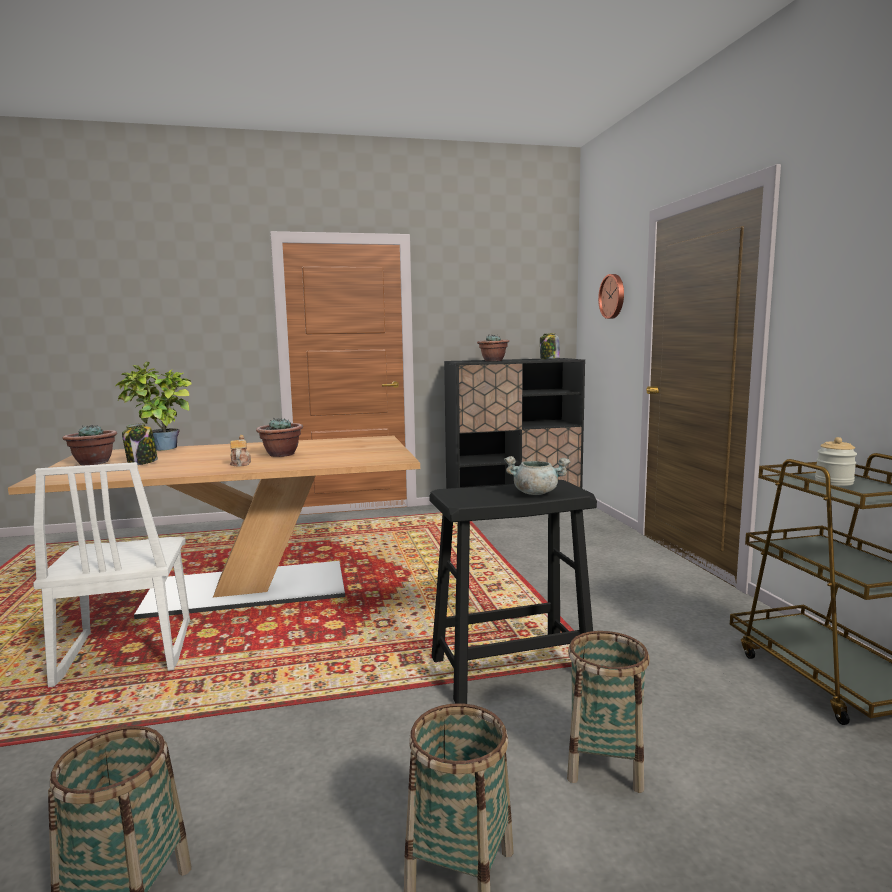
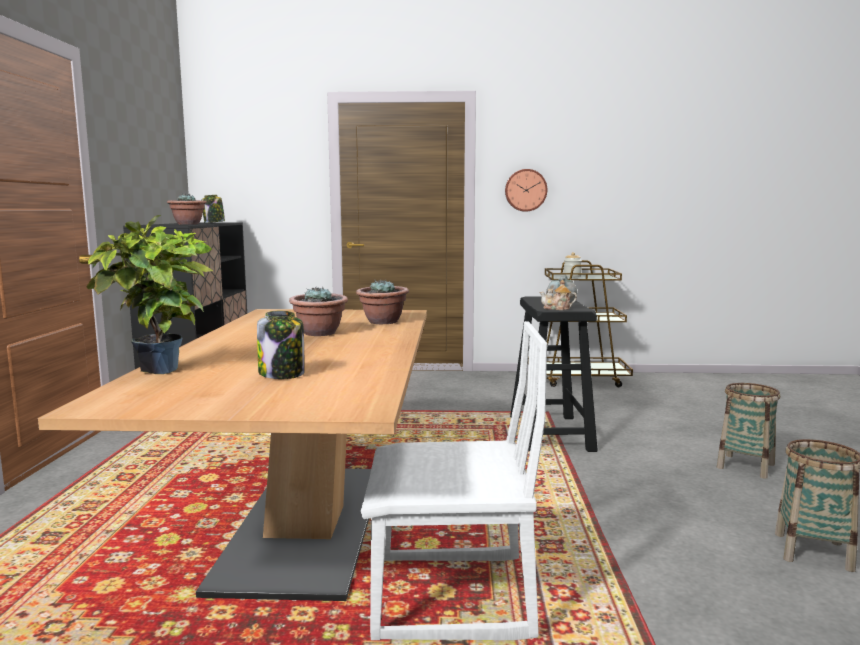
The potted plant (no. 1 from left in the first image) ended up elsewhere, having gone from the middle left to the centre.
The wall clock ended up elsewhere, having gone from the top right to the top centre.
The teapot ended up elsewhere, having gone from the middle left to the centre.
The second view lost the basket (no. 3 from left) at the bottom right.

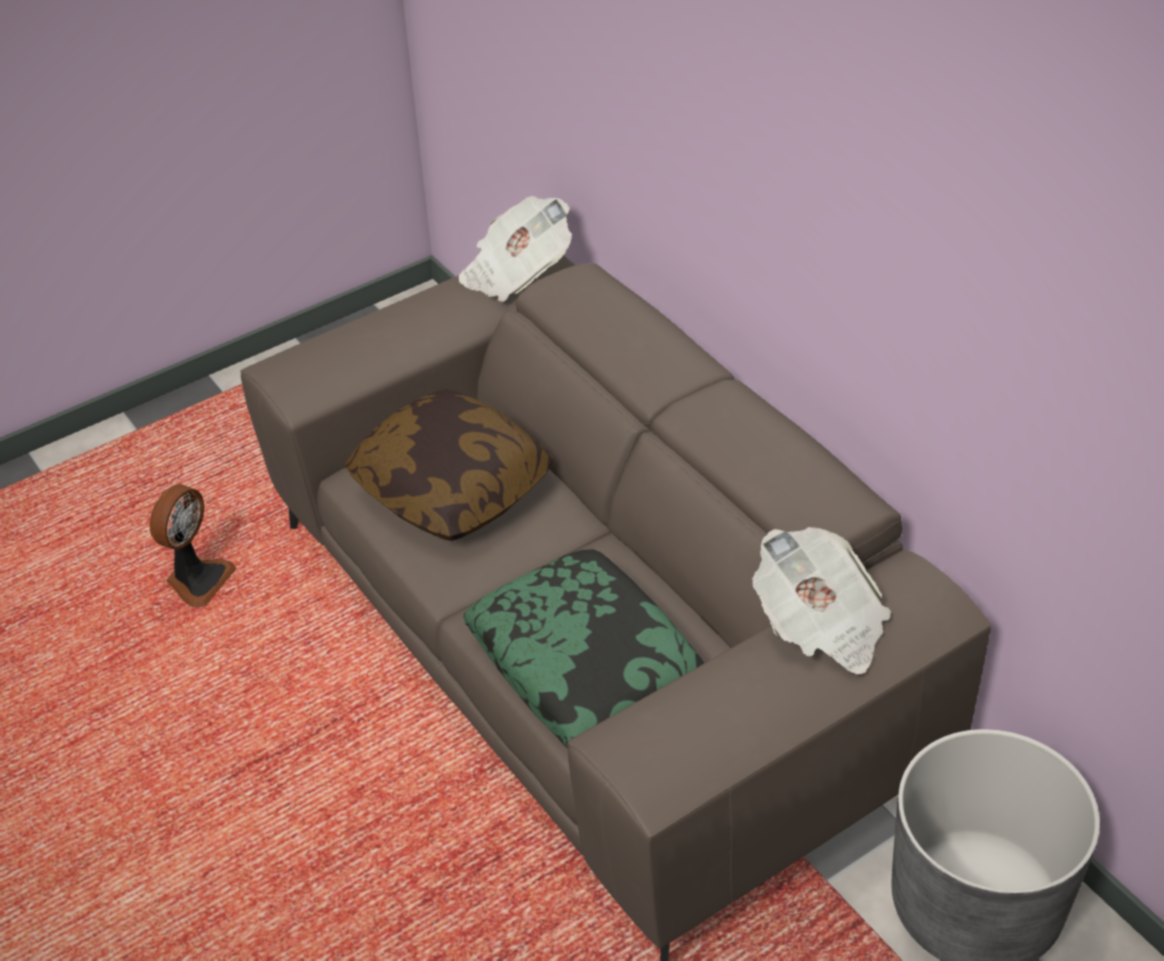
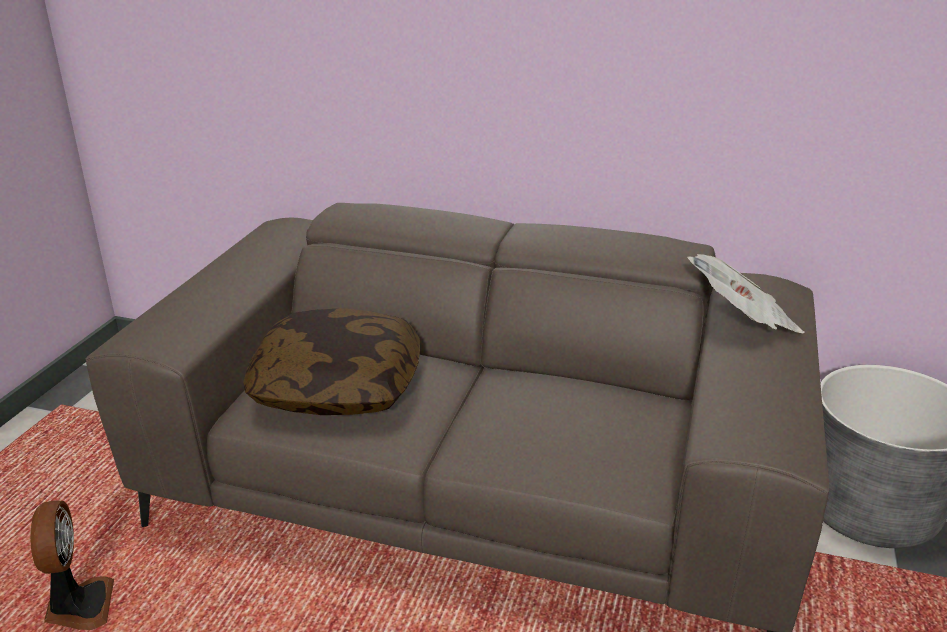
The second view lost the newspaper (no. 1 from left) at the top centre.
The second view lost the pillow (no. 2 from left) at the bottom centre.

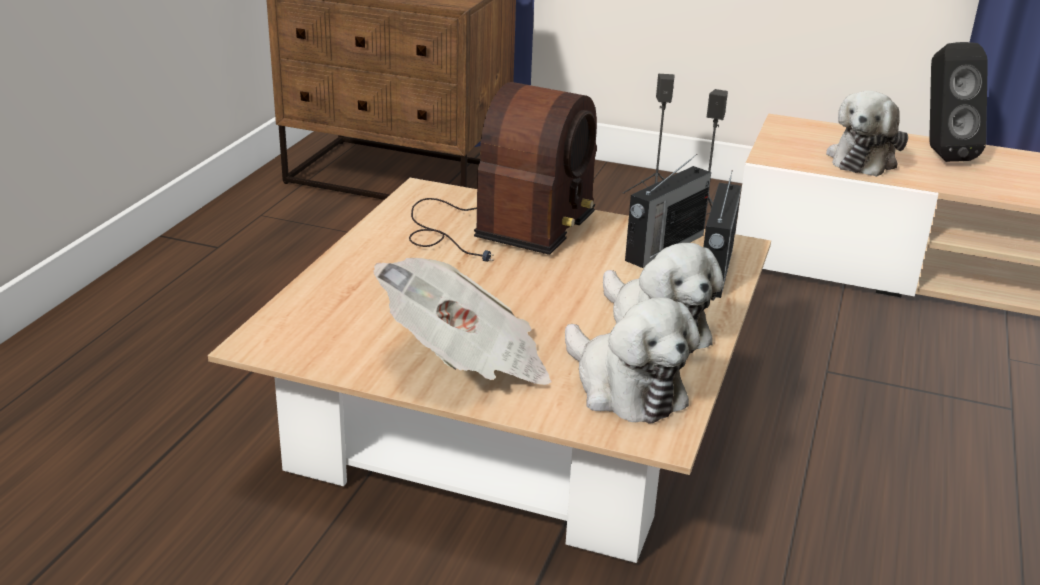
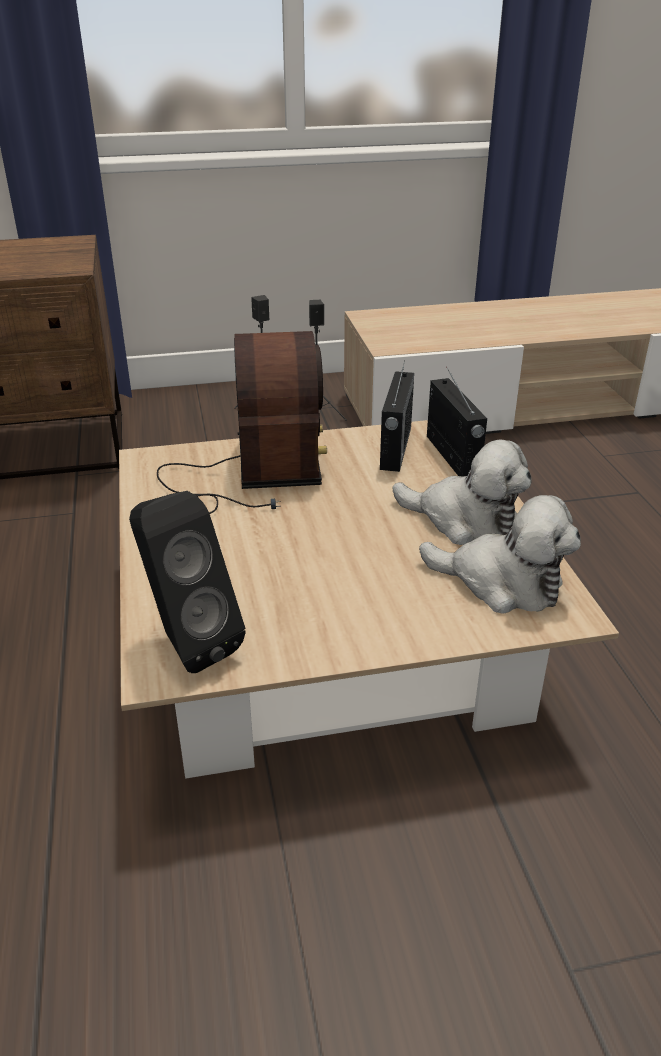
The speaker in black (no. 3 from left in the first image) ended up elsewhere, having gone from the top right to the middle left.
The second view lost the newspaper at the centre.
The second view lost the plush toy (no. 3 from left) at the top right.

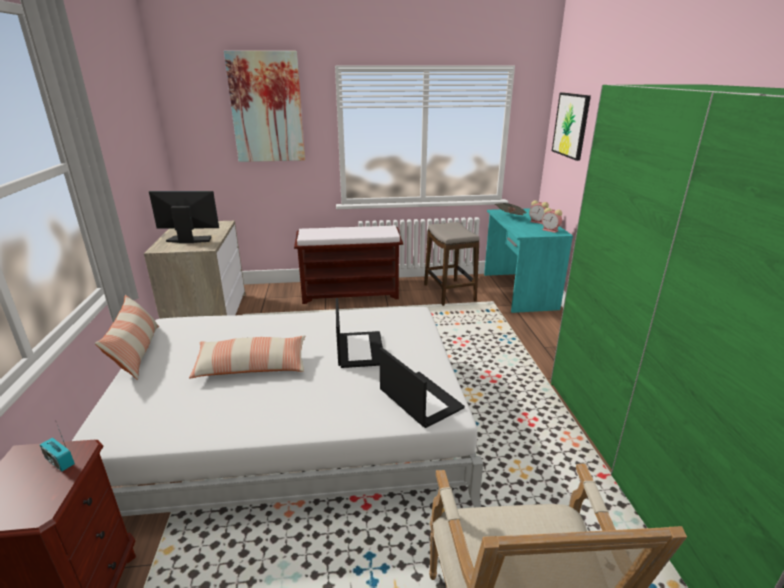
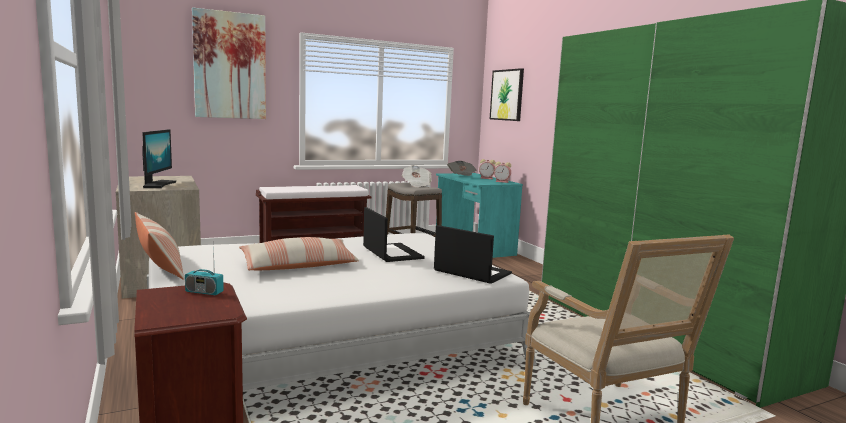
The monitor at the middle left ended up facing another way, 105 degrees clockwise from before.
The second view gained the newspaper (no. 1 from left) at the centre.

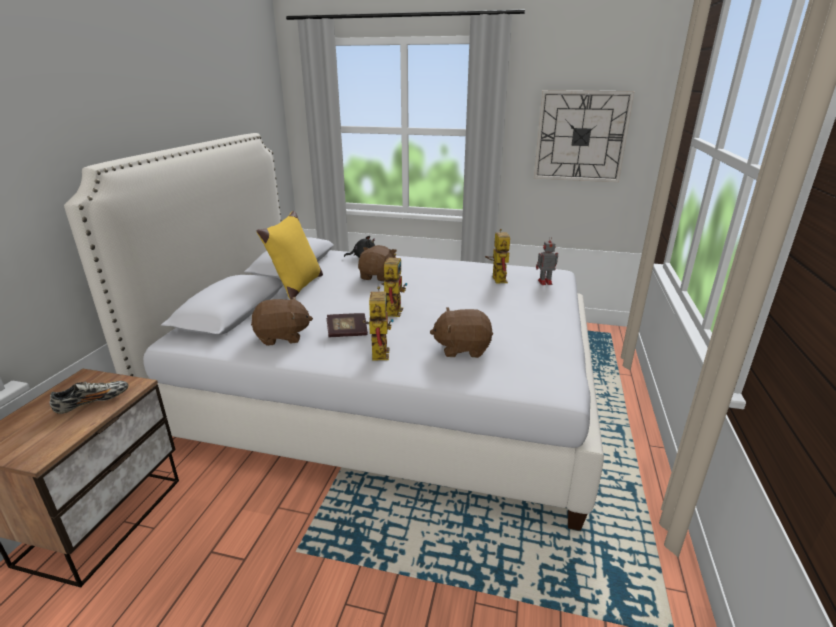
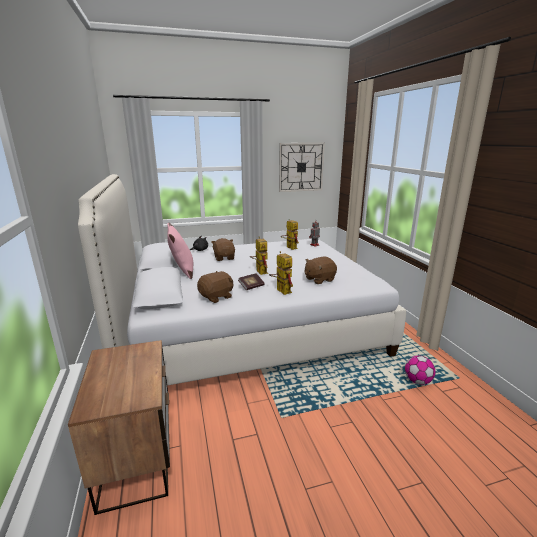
What was the pillow in yellow at the centre turned into the pillow in pink at the centre.
The second view gained the football at the bottom right.
The second view lost the shoe at the middle left.

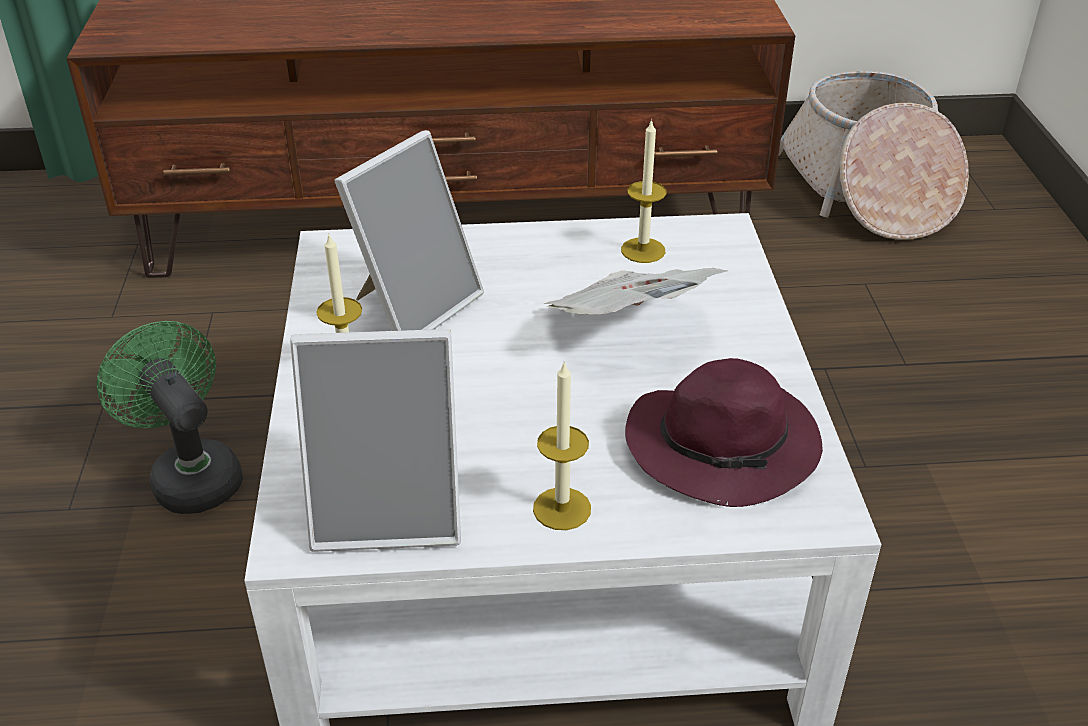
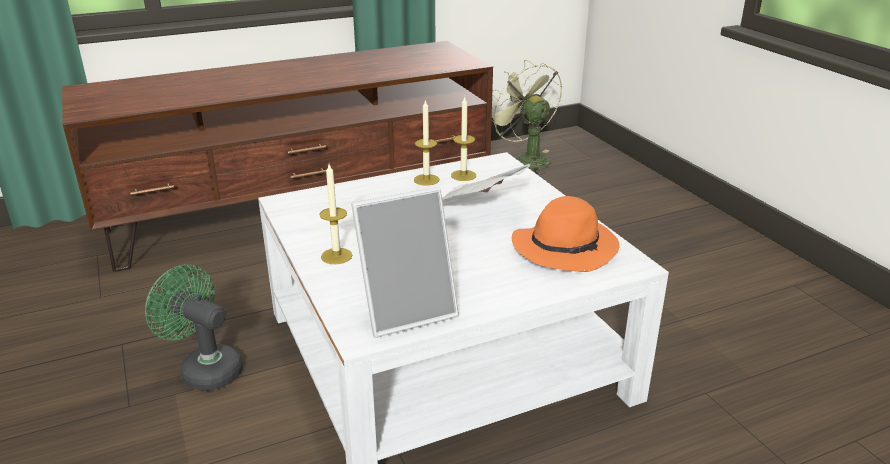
The candle (no. 2 from left) ended up elsewhere, having gone from the centre to the top centre.
Where the basket stood at the top right, the fan in green (no. 2 from left) came to stand at the top centre.
What was the hat in purple at the centre turned into the hat in orange at the centre.
The second view lost the picture frame (no. 2 from left) at the top centre.

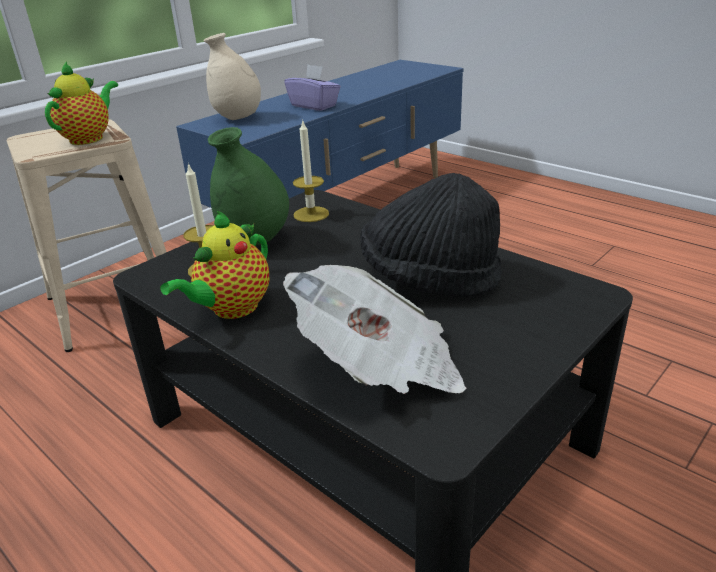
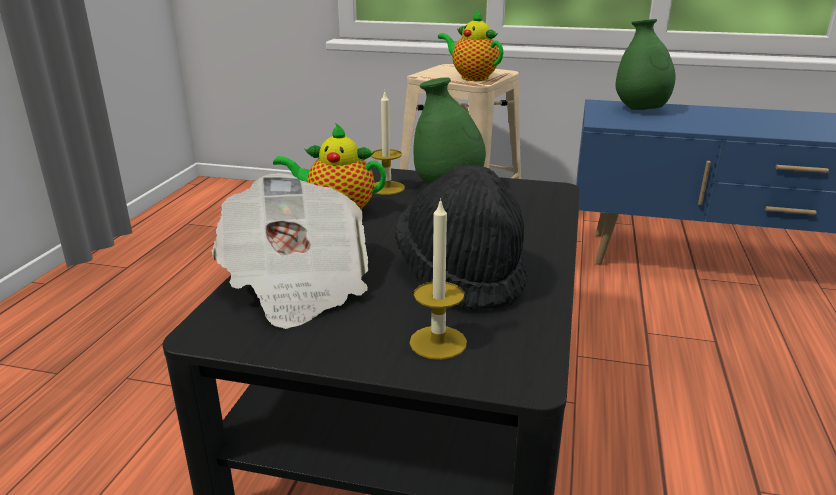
The candle (no. 2 from left) ended up elsewhere, having gone from the top centre to the centre.
The teapot (no. 1 from left in the first image) at the top left ended up facing another way, 135 degrees counterclockwise from before.
What was the vase in beige at the top left turned into the vase in green (no. 2 from left) at the top right.
The second view lost the tissue box in purple at the top centre.

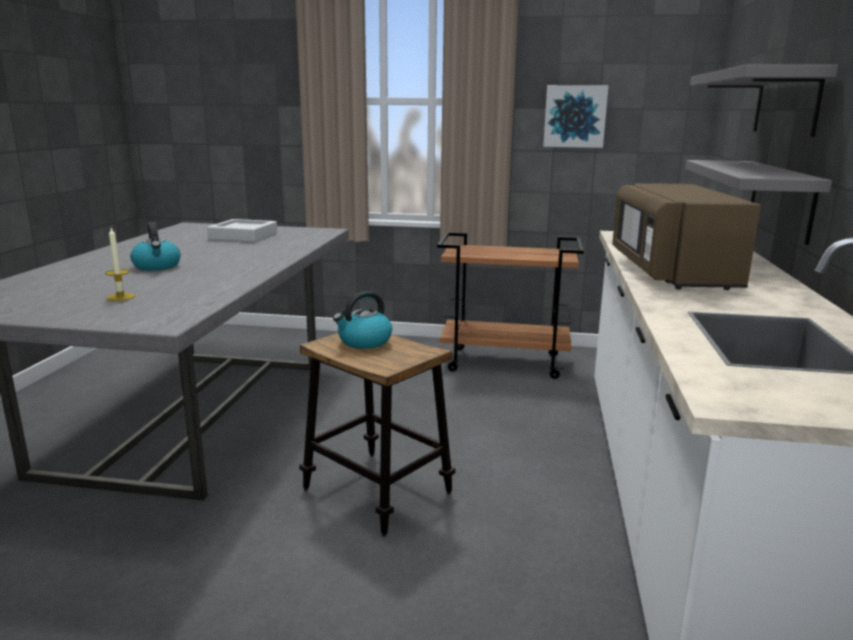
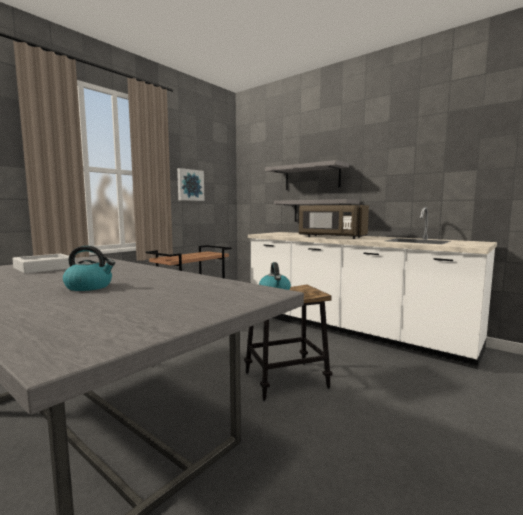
The second view lost the candle at the middle left.

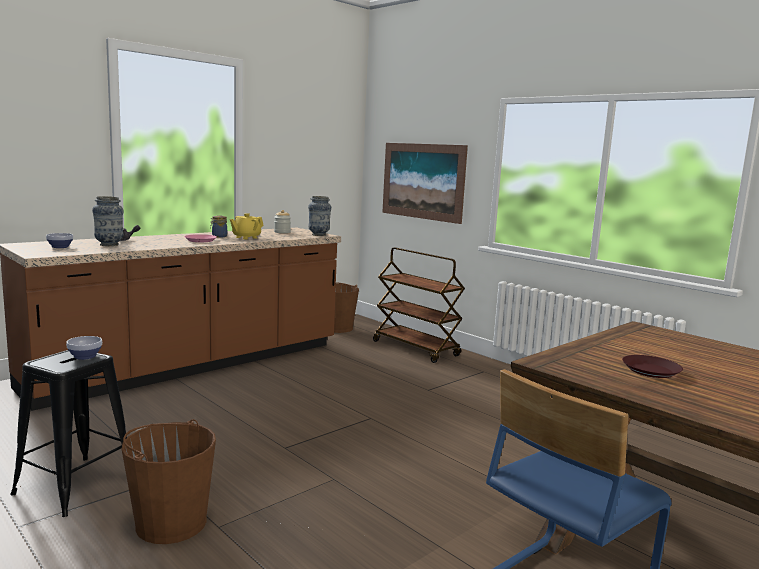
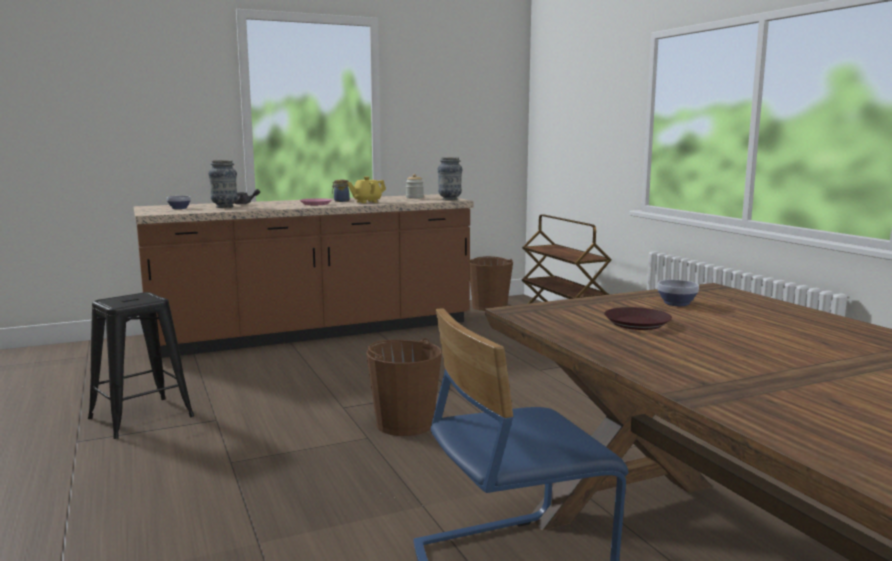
The bucket in brown (no. 1 from left) ended up elsewhere, having gone from the bottom left to the bottom centre.
The bowl (no. 2 from left) ended up elsewhere, having gone from the middle left to the middle right.
The second view lost the picture at the top centre.

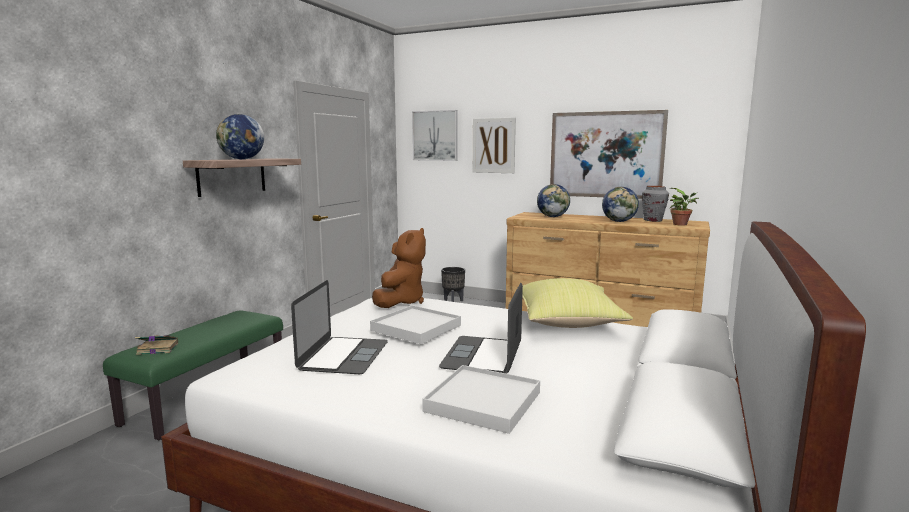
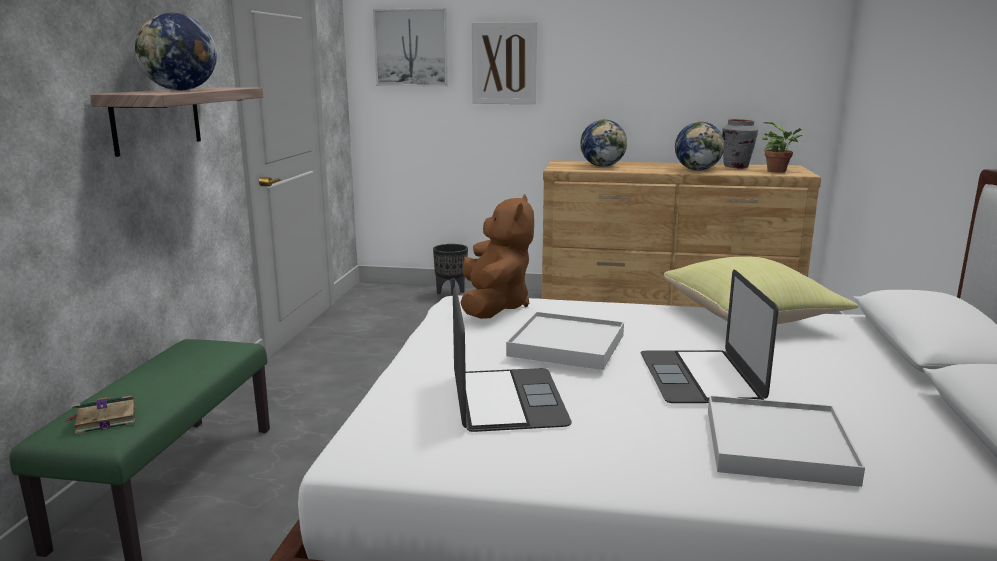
The second view lost the picture (no. 3 from left) at the top right.

